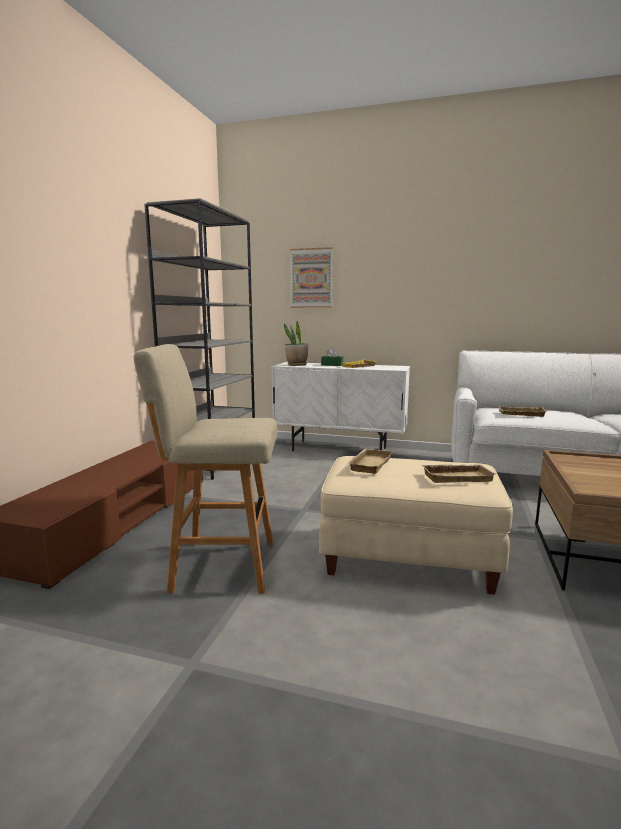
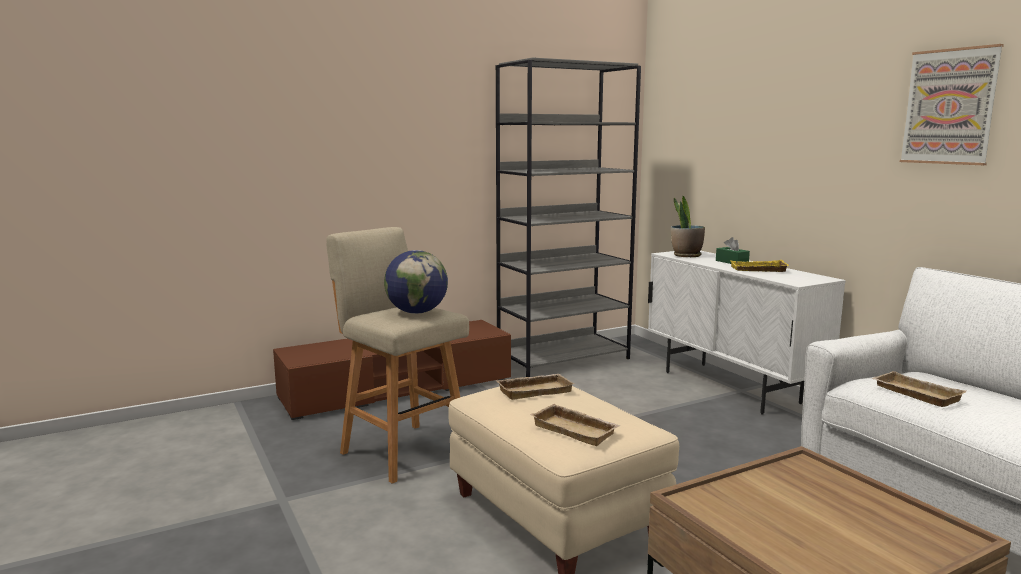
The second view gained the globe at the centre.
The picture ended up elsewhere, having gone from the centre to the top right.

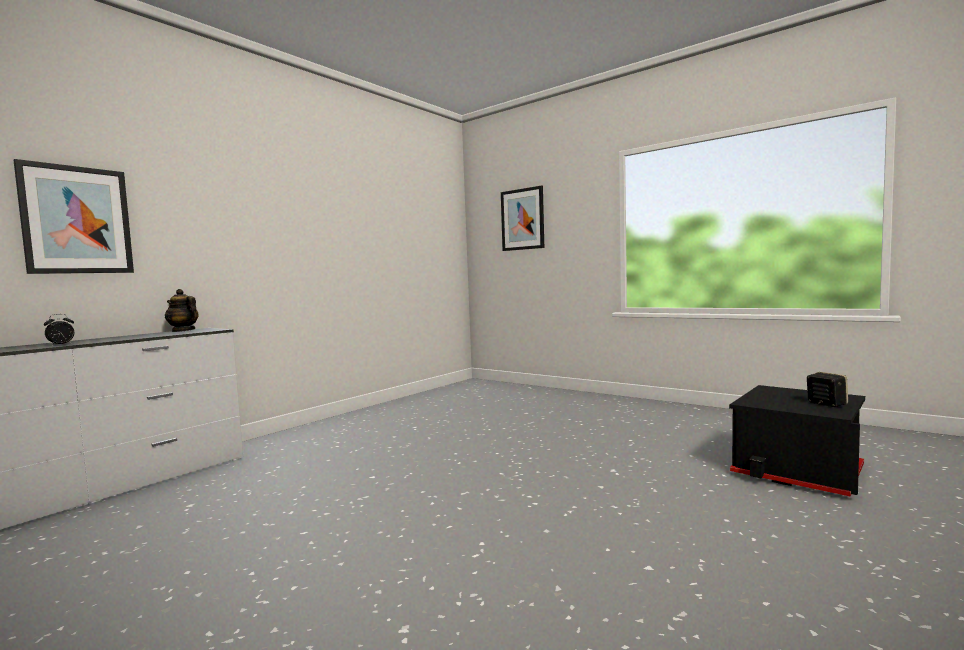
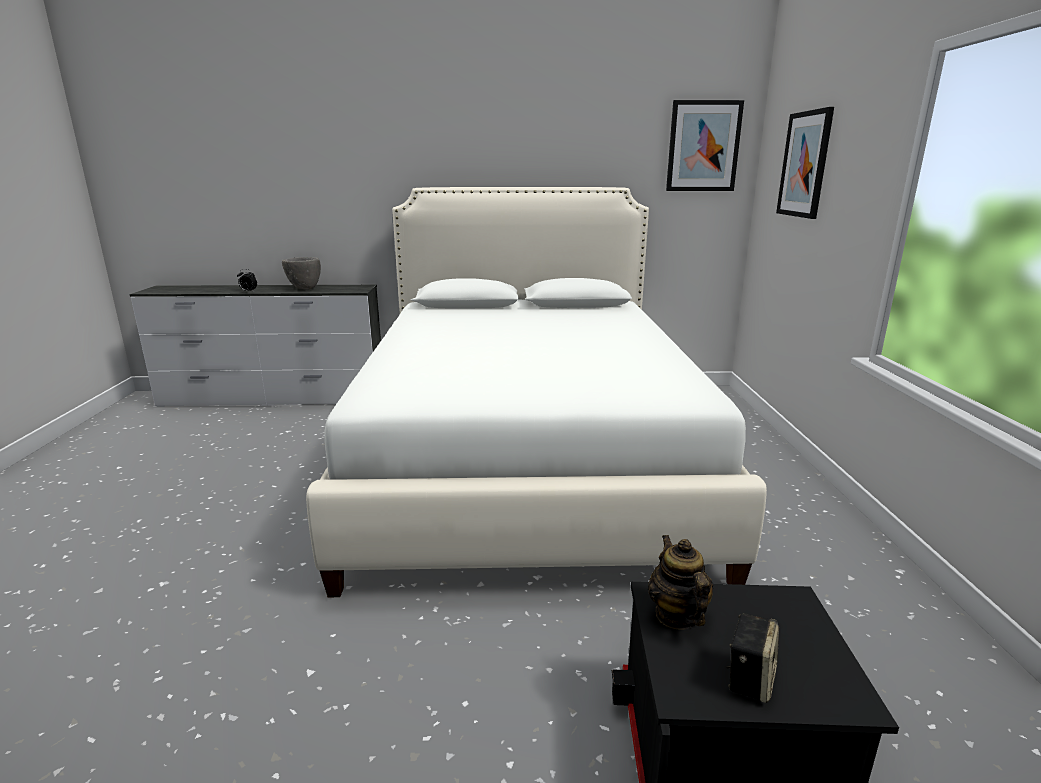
The second view gained the bowl in grey at the middle left.
The second view gained the bed in white at the centre.
The teapot ended up elsewhere, having gone from the middle left to the bottom centre.
The picture (no. 1 from left) ended up elsewhere, having gone from the top left to the top right.

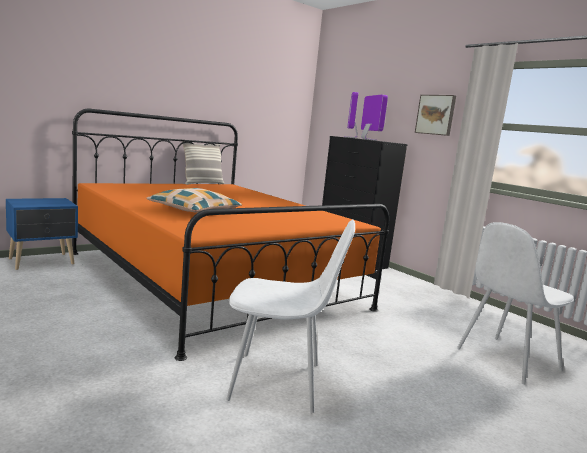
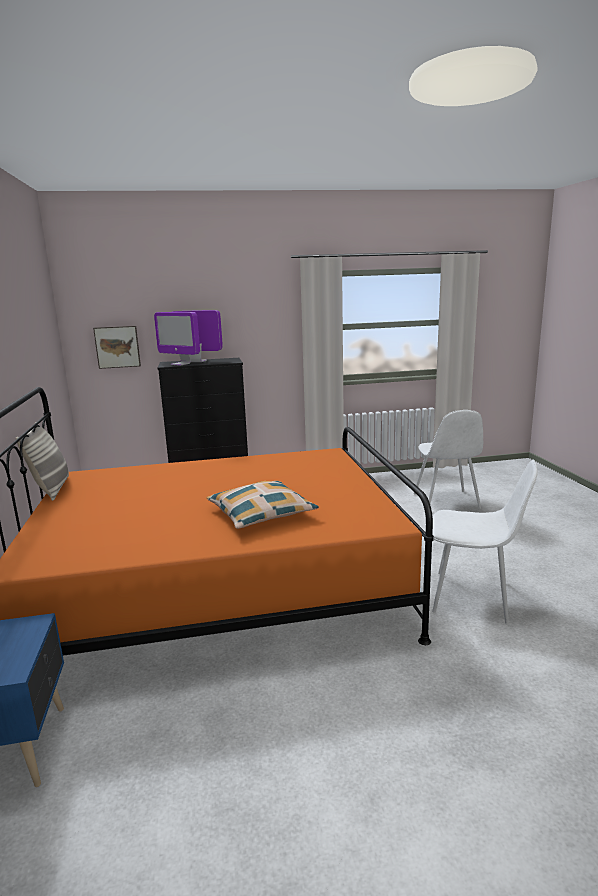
The picture ended up elsewhere, having gone from the top right to the middle left.
The chair in white (no. 1 from left in the first image) at the bottom centre ended up facing another way, 75 degrees clockwise from before.

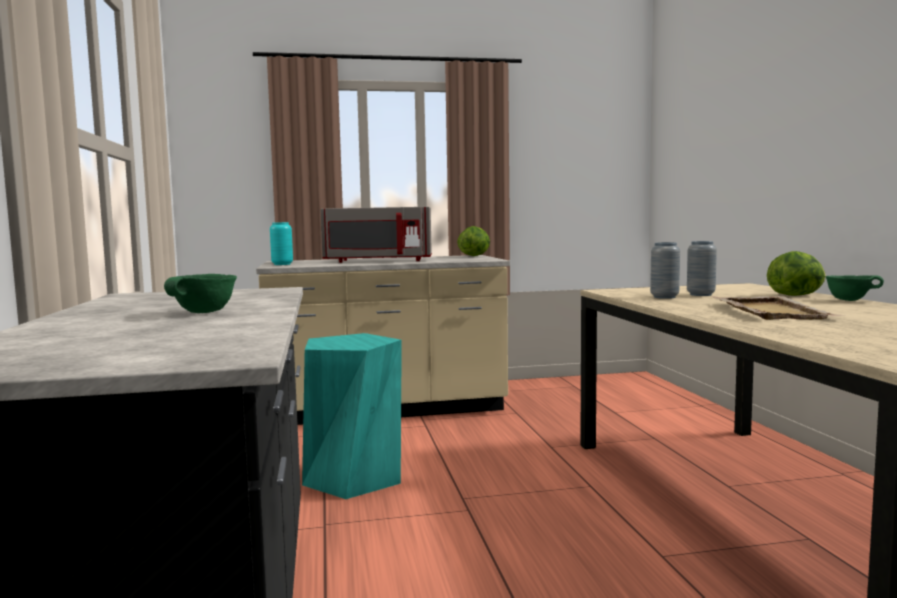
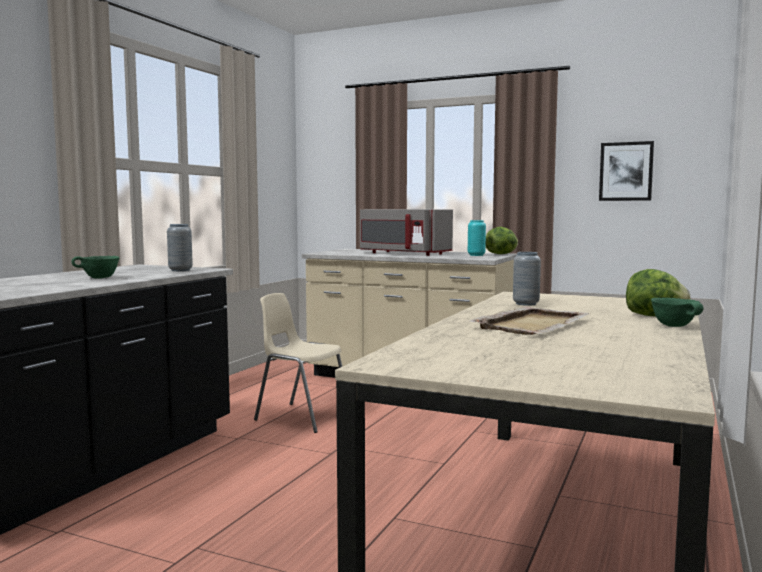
The vase in grey (no. 2 from left in the first image) ended up elsewhere, having gone from the middle right to the middle left.
Where the stool in turquoise stood at the bottom centre, the chair in beige came to stand at the centre.
The vase in turquoise ended up elsewhere, having gone from the middle left to the centre.
The second view gained the picture at the top right.

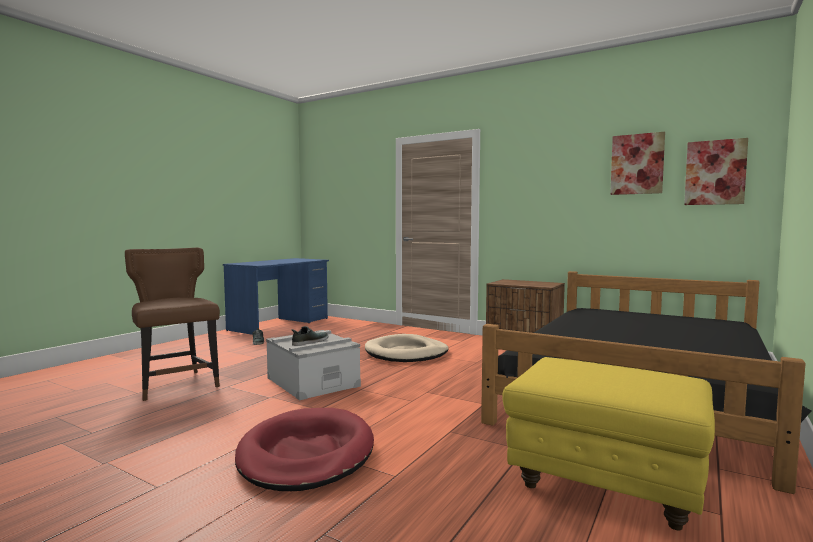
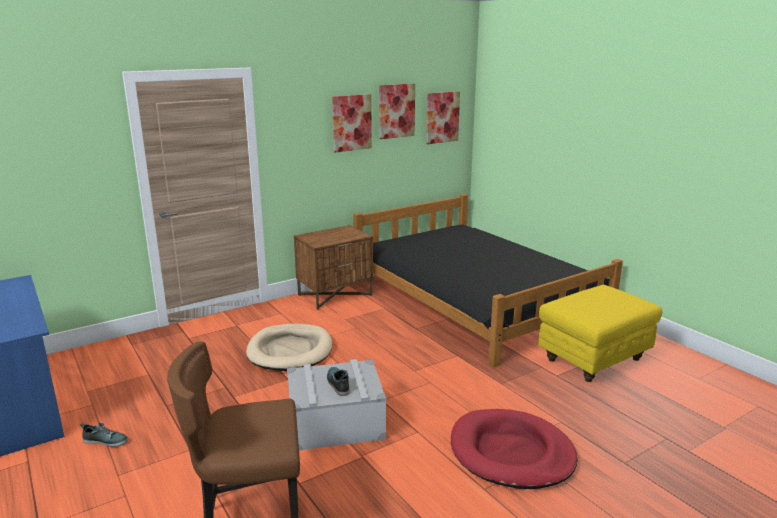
The second view gained the picture (no. 1 from left) at the top centre.

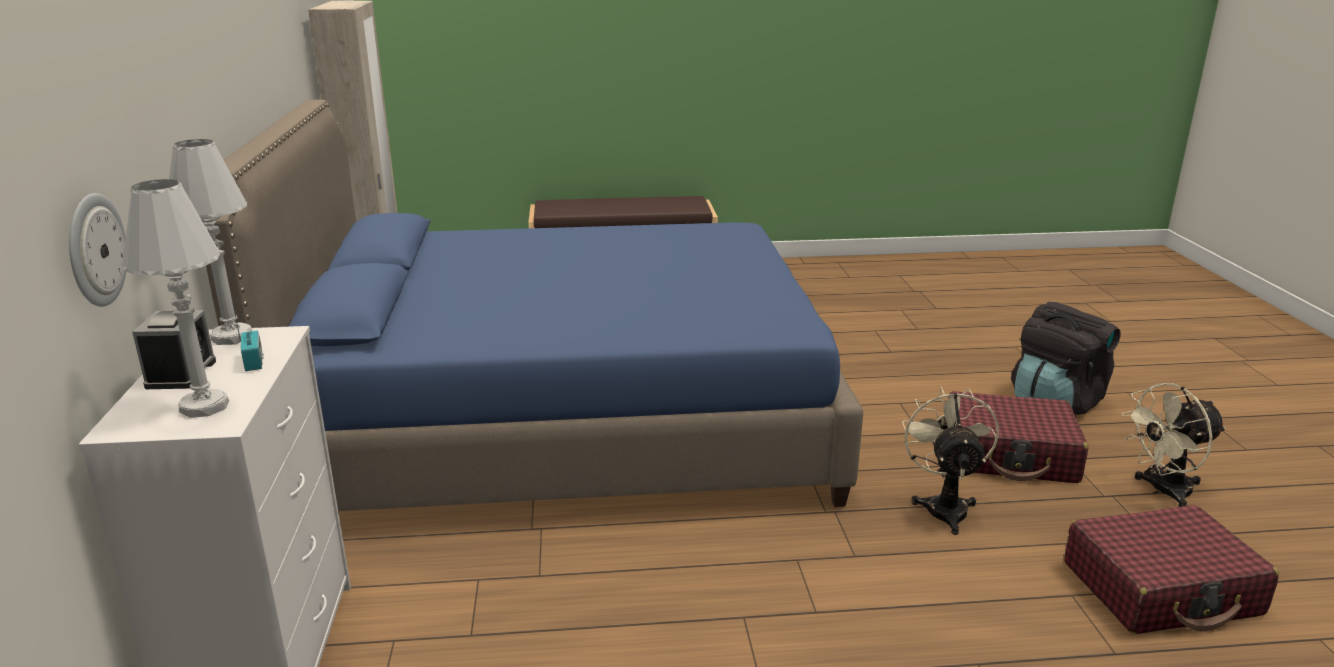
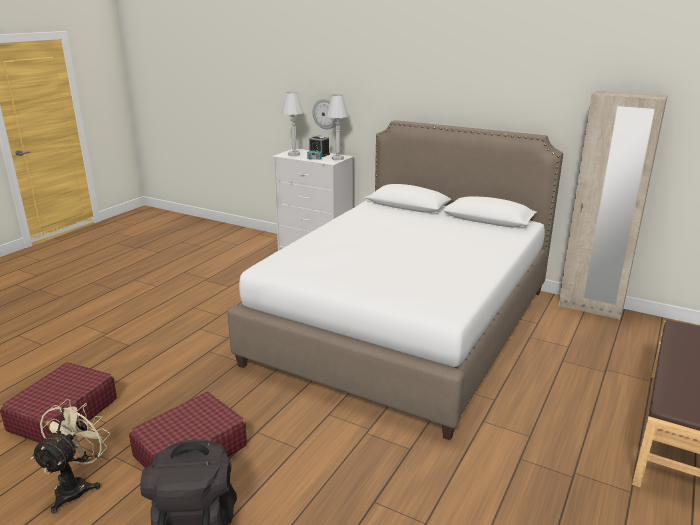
What was the bed in blue at the centre turned into the bed in white at the centre.
The second view lost the fan in beige (no. 1 from left) at the bottom right.

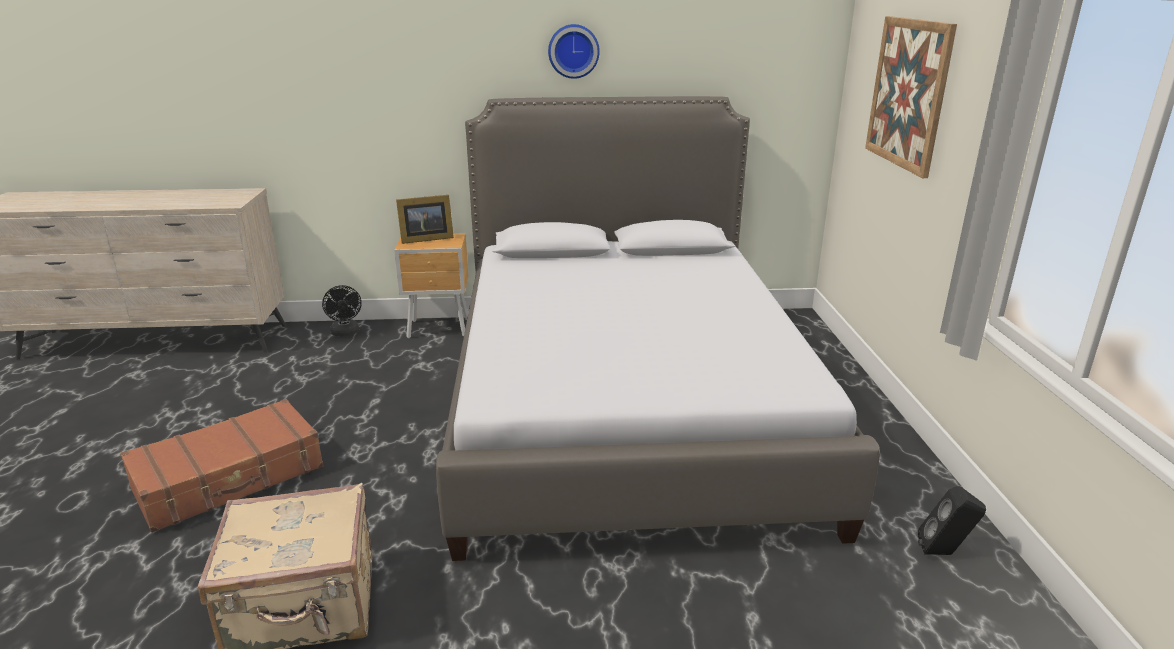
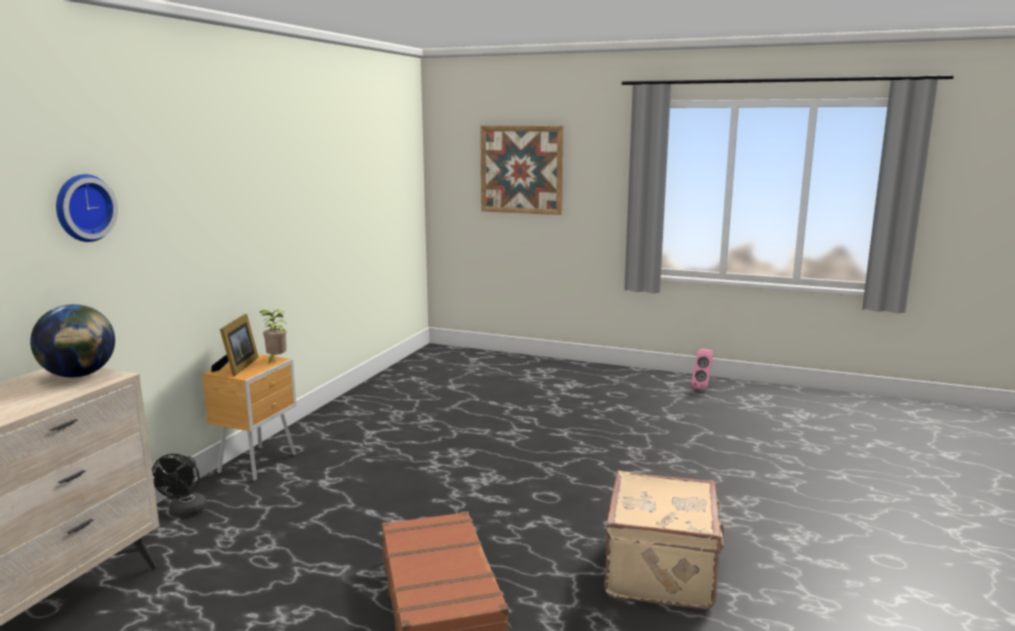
The second view gained the globe at the middle left.
The wall clock ended up elsewhere, having gone from the top centre to the top left.
The fan in black at the middle left ended up facing another way, 90 degrees clockwise from before.
The second view gained the potted plant at the middle left.
What was the speaker in black at the bottom right turned into the speaker in pink at the middle right.
The second view lost the bed at the centre.

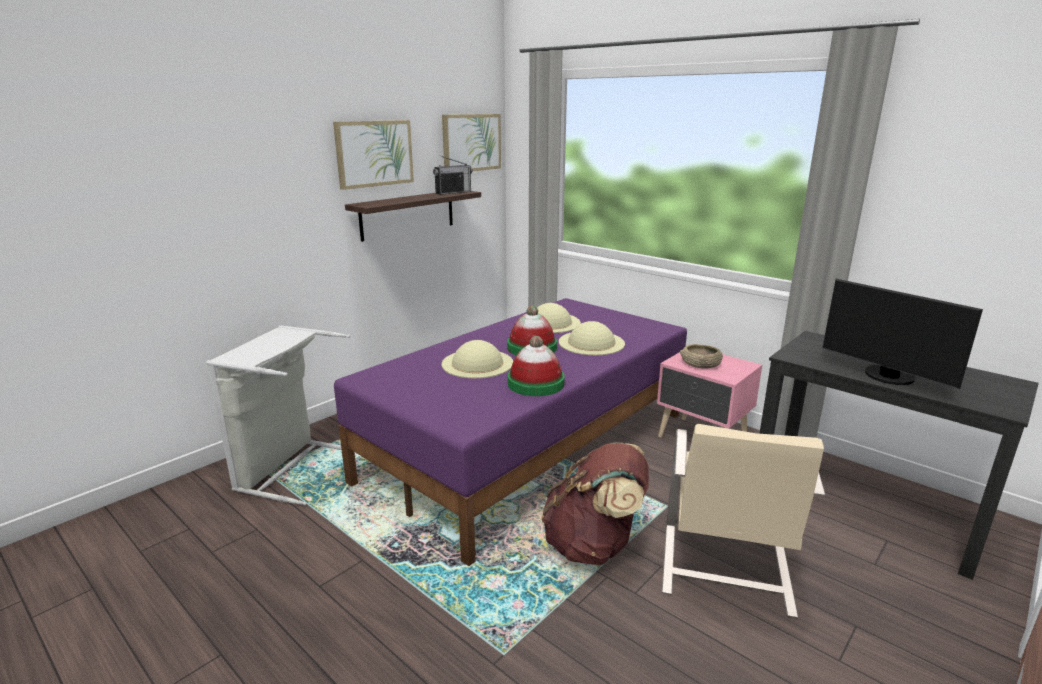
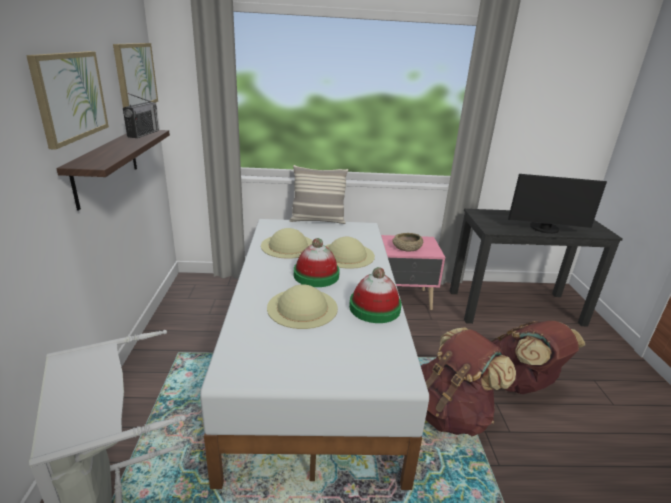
What was the bed in purple at the centre turned into the bed in white at the bottom centre.
The second view gained the pillow at the centre.
Where the chair in beige stood at the bottom right, the backpack in brown (no. 2 from left) came to stand at the bottom right.

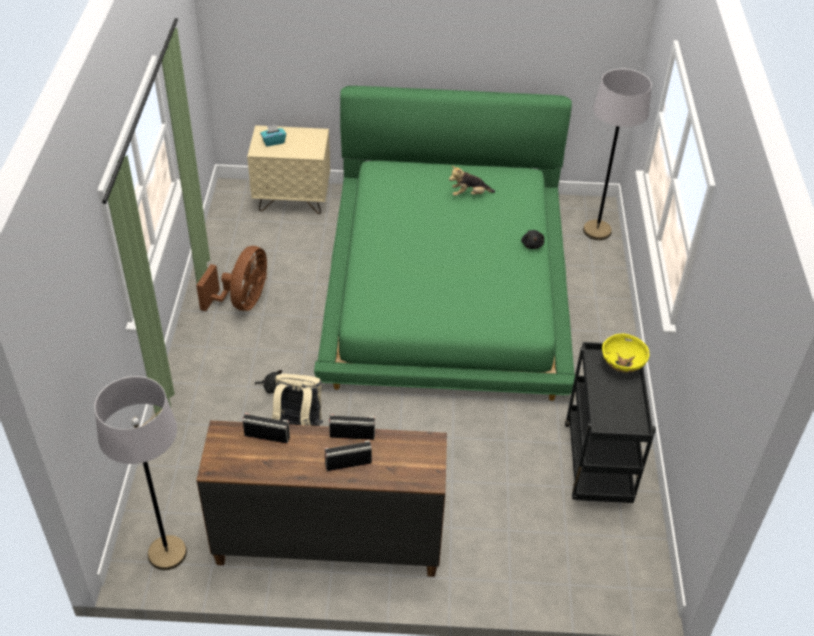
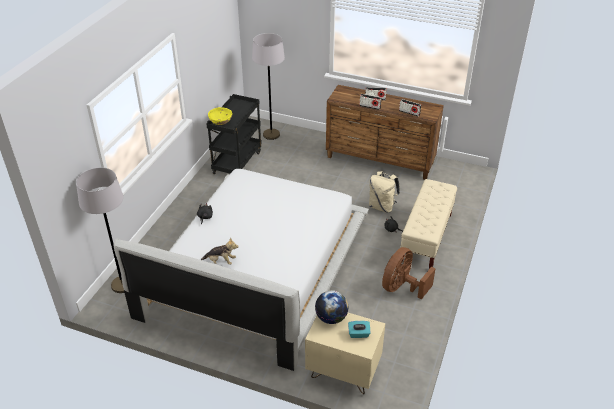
What was the bed in green at the centre turned into the bed in white at the centre.
The floor lamp in grey (no. 1 from left in the first image) ended up elsewhere, having gone from the bottom left to the top centre.
The second view gained the globe at the bottom centre.
The second view gained the bench in beige at the middle right.

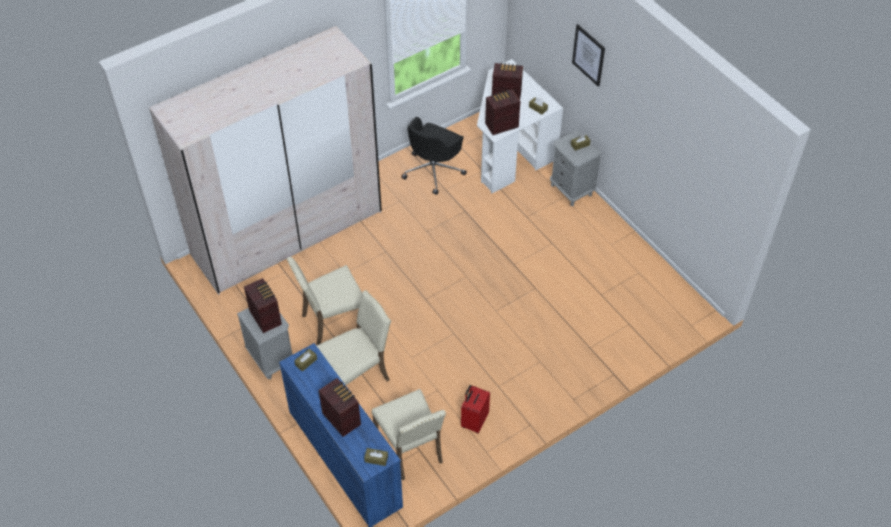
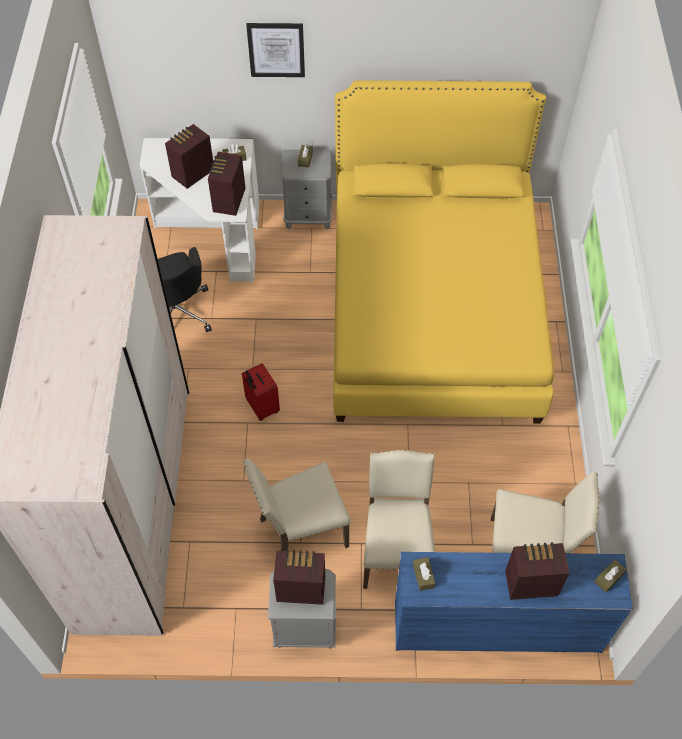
The suitcase in red ended up elsewhere, having gone from the bottom centre to the centre.
The chair in beige (no. 1 from left) at the centre ended up facing another way, 60 degrees clockwise from before.
The second view gained the bed in yellow at the centre.

